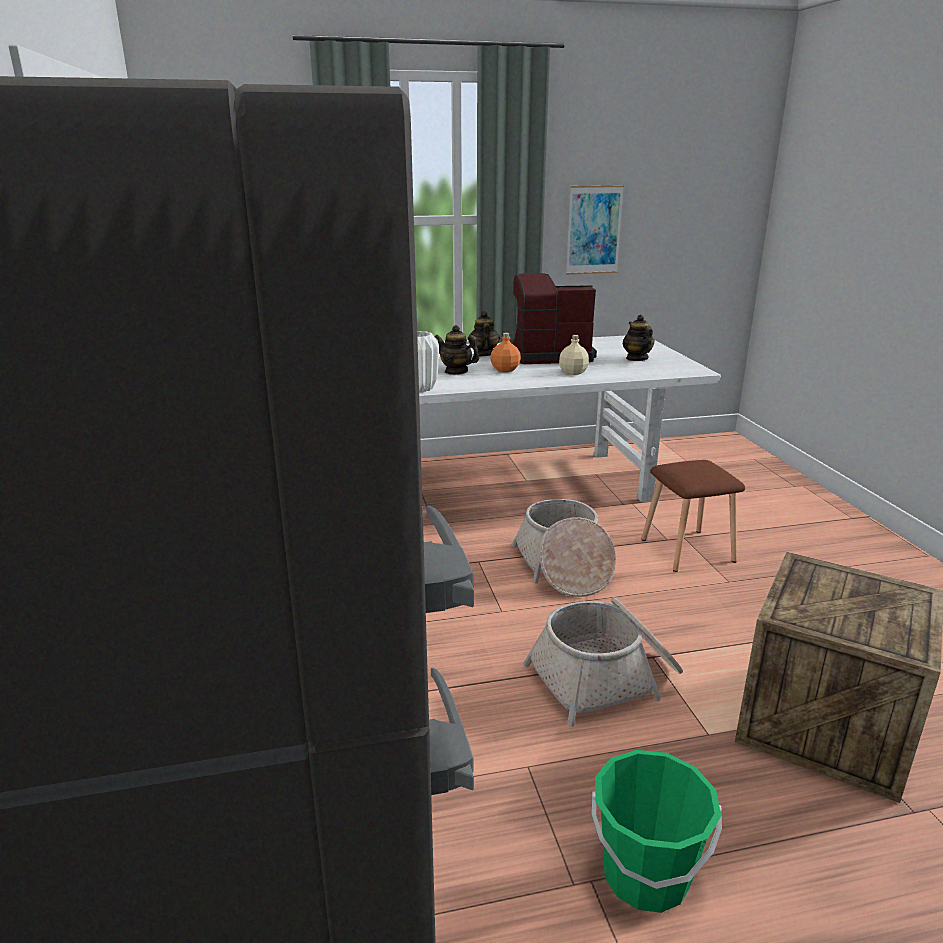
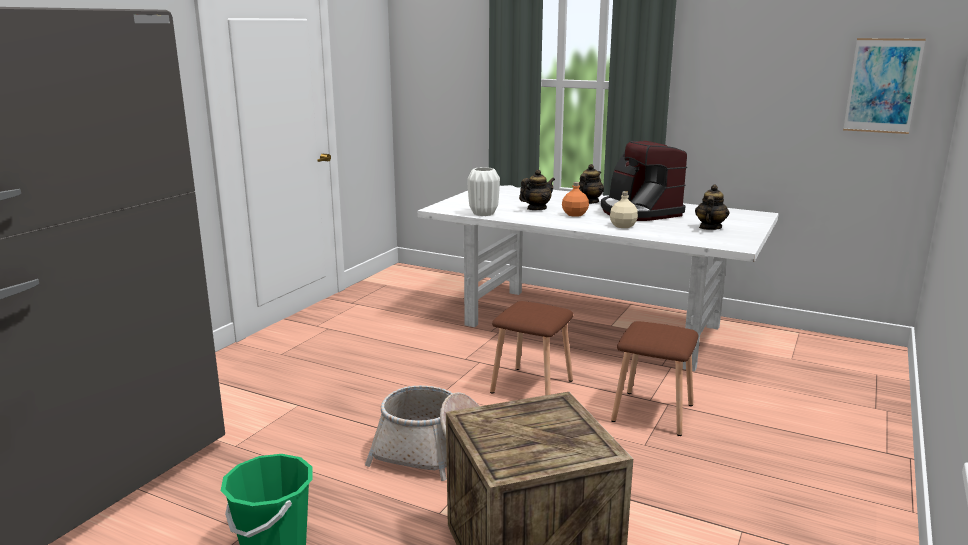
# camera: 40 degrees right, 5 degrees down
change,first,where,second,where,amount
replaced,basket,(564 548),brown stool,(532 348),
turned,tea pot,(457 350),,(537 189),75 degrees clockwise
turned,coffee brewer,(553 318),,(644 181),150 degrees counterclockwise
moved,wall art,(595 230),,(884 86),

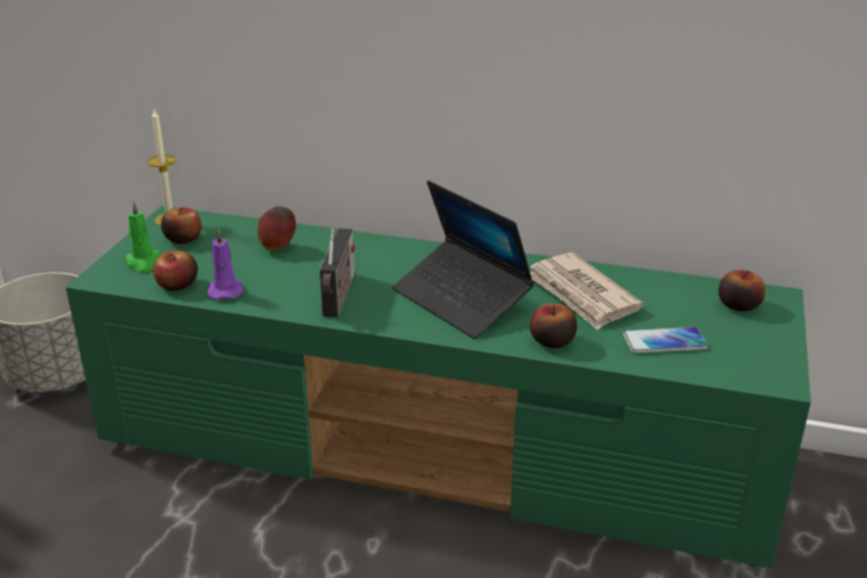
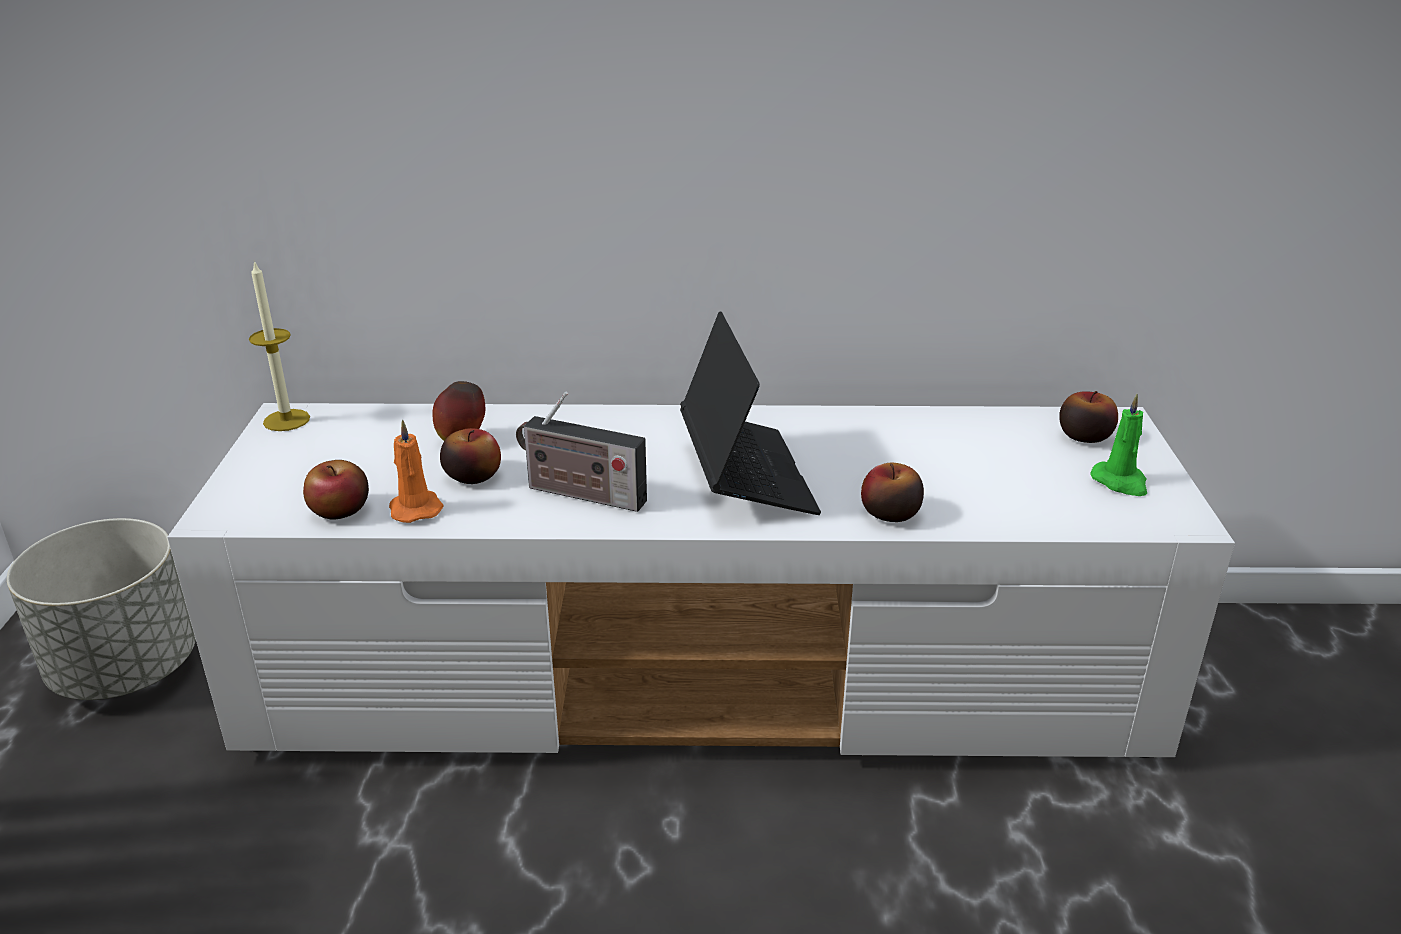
# camera: 15 degrees left, 0 degrees up
change,first,where,second,where,amount
recoloured,green-coloured tv unit,(438 387),white-coloured tv unit,(701 580),
recoloured,purple wax light,(225 264),orange-coloured wax light,(416 471),
moved,apple,(181 225),,(470 456),
turned,radio,(337 272),,(581 452),120 degrees clockwise
turned,laptop,(463 259),,(750 413),135 degrees counterclockwise
moved,green-coloured wax light,(142 236),,(1118 445),
removed,daily paper,(586 291),,,
removed,phone,(665 340),,,

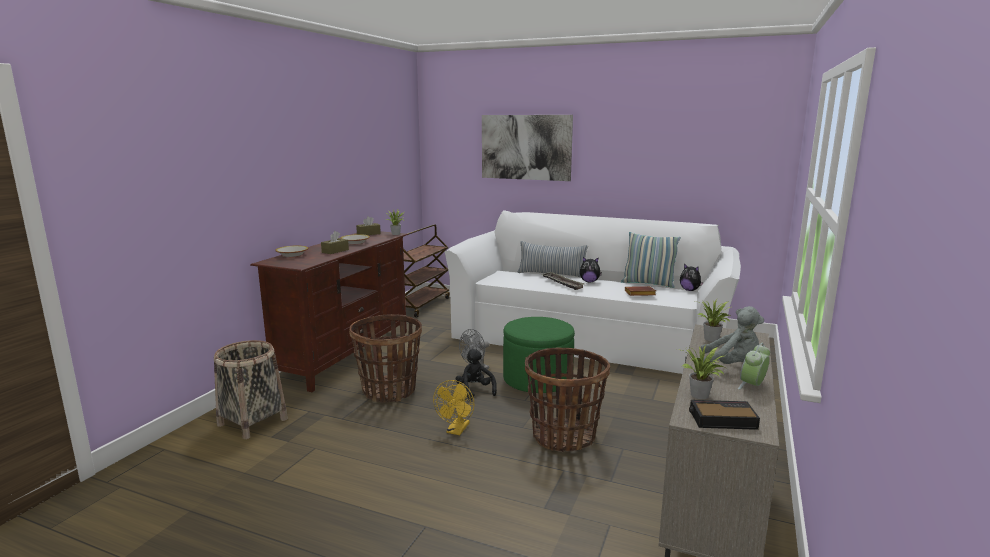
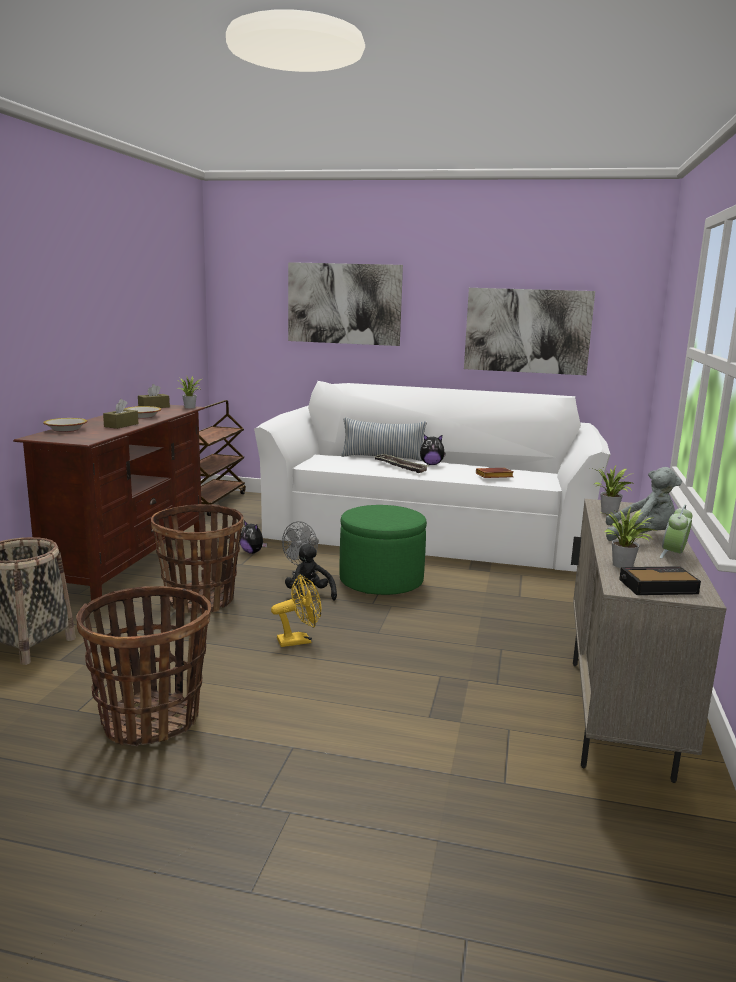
# camera: 10 degrees left, 0 degrees up
change,first,where,second,where,amount
moved,basket,(567 400),,(143 666),
moved,plush toy,(692 277),,(253 537),
turned,yellowish fan,(453 407),,(296 611),120 degrees counterclockwise
added,,,wall art,(529 331),
removed,throw pillow,(651 260),,,

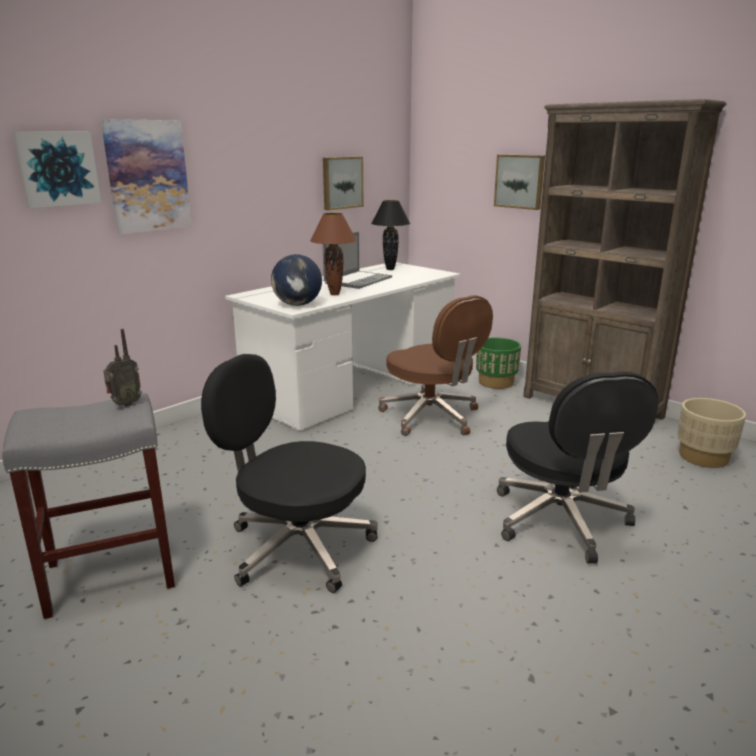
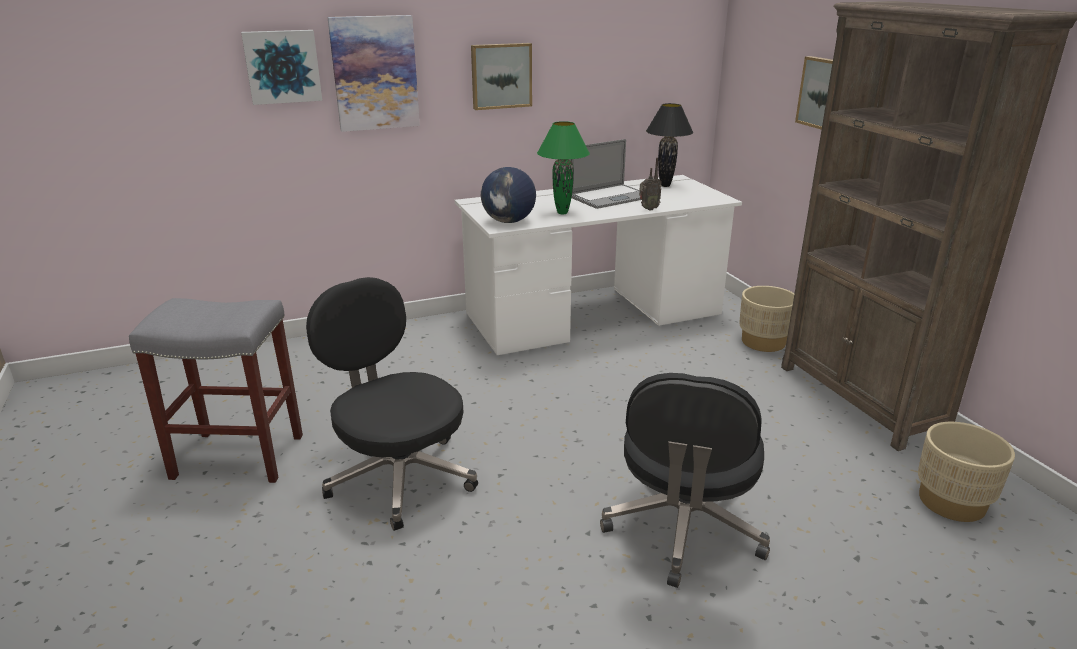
# camera: 25 degrees right, 5 degrees up
change,first,where,second,where,amount
moved,wall art,(343 183),,(501 76),
recoloured,brown table lamp,(333 254),green-coloured table lamp,(563 167),
moved,radio,(122 368),,(650 184),
recoloured,green-coloured plant pot,(498 363),beige plant pot,(766 319),
removed,brown desk chair,(435 365),,,

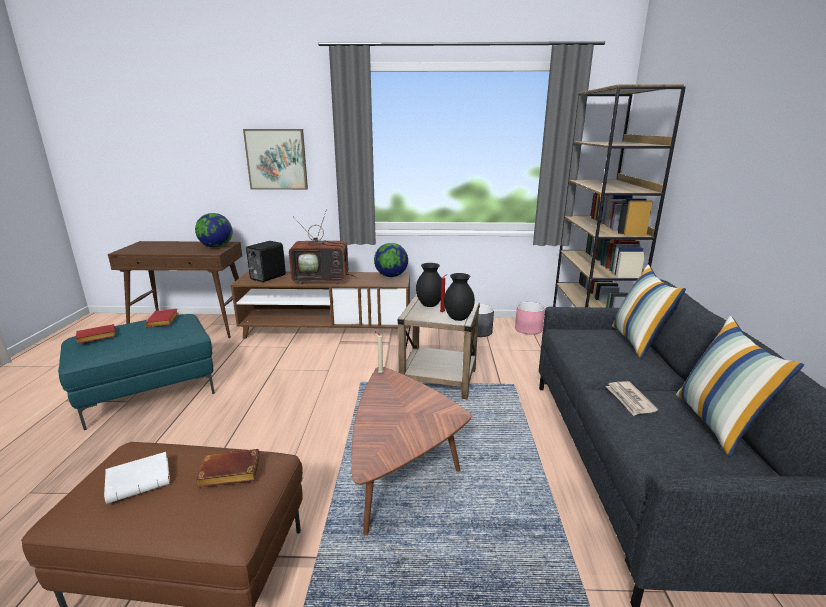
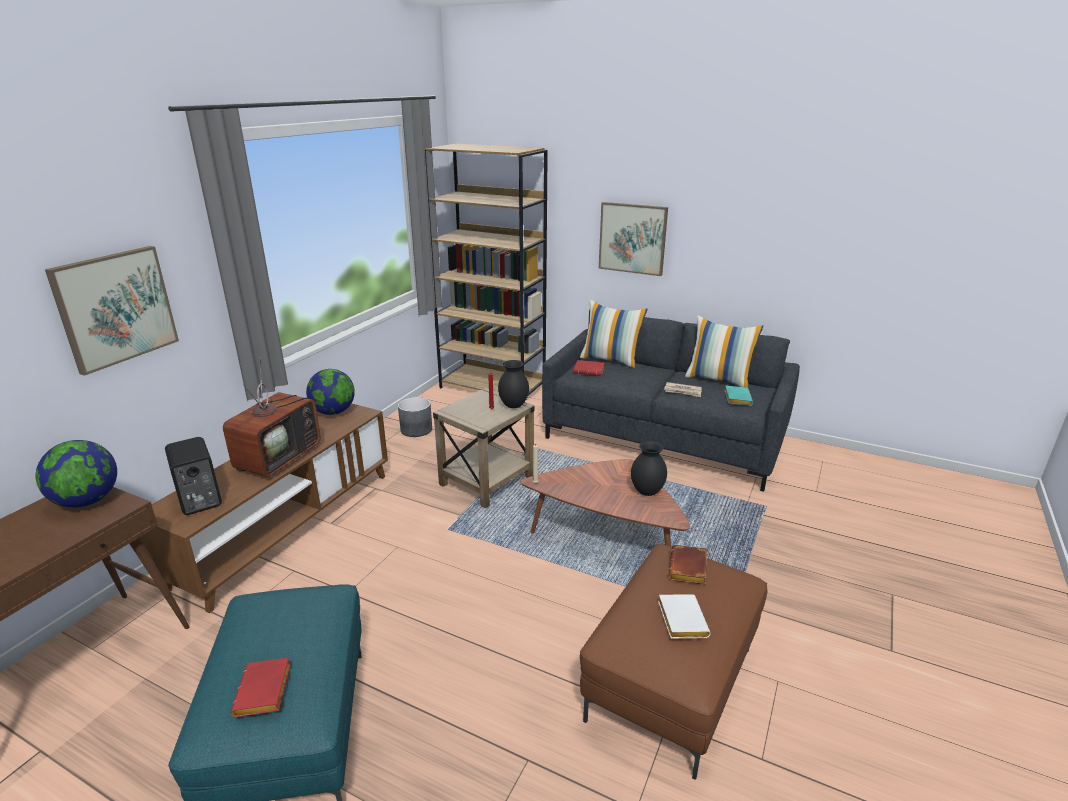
# camera: 65 degrees left, 5 degrees up
change,first,where,second,where,amount
moved,red volume,(161 318),,(589 368),
added,,,wall art,(633 239),
moved,black-coloured flower vase,(428 285),,(649 468),
added,,,turquoise volume,(739 395),
removed,pinkish plant pot,(530 318),,,

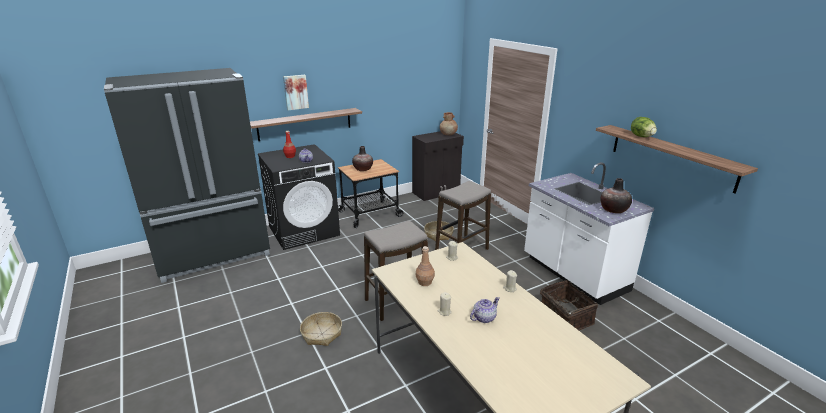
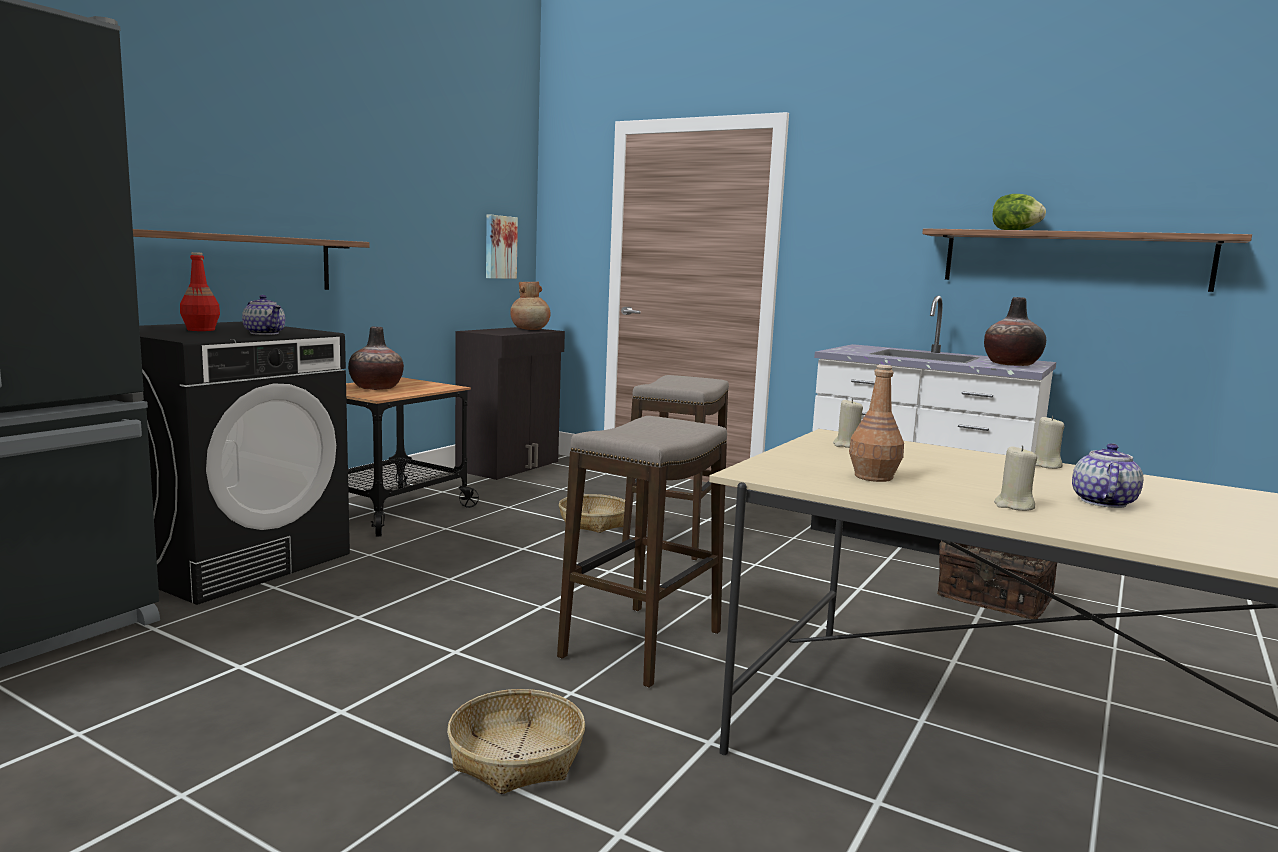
# camera: 30 degrees left, 15 degrees down
change,first,where,second,where,amount
moved,wall art,(296 92),,(502 247),

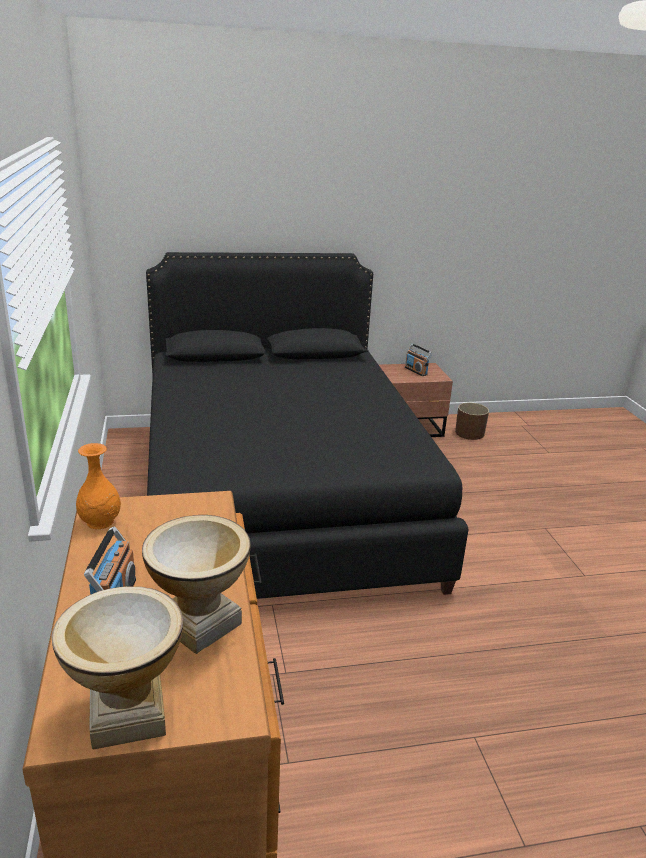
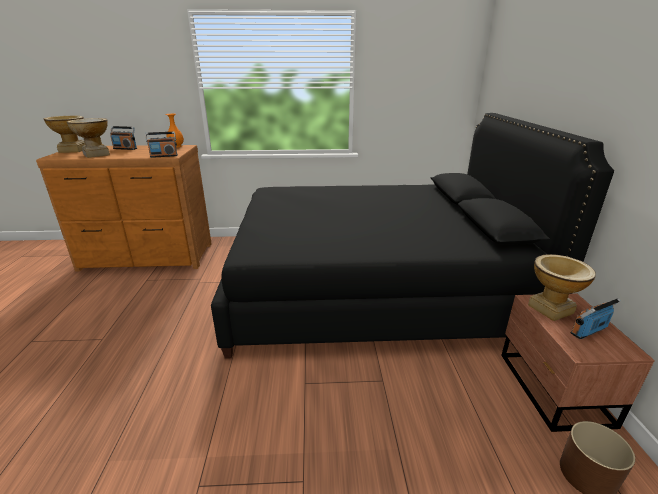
# camera: 100 degrees right, 0 degrees up
change,first,where,second,where,amount
added,,,radio,(161 145),
added,,,flower vase,(562 287),

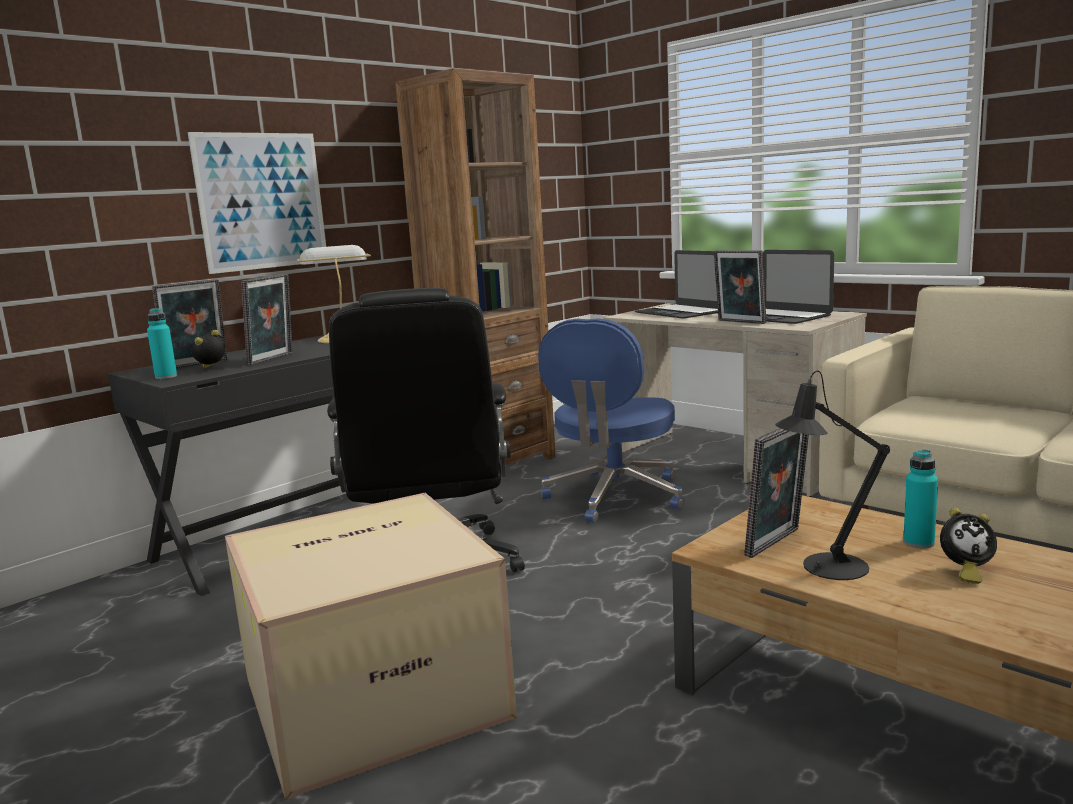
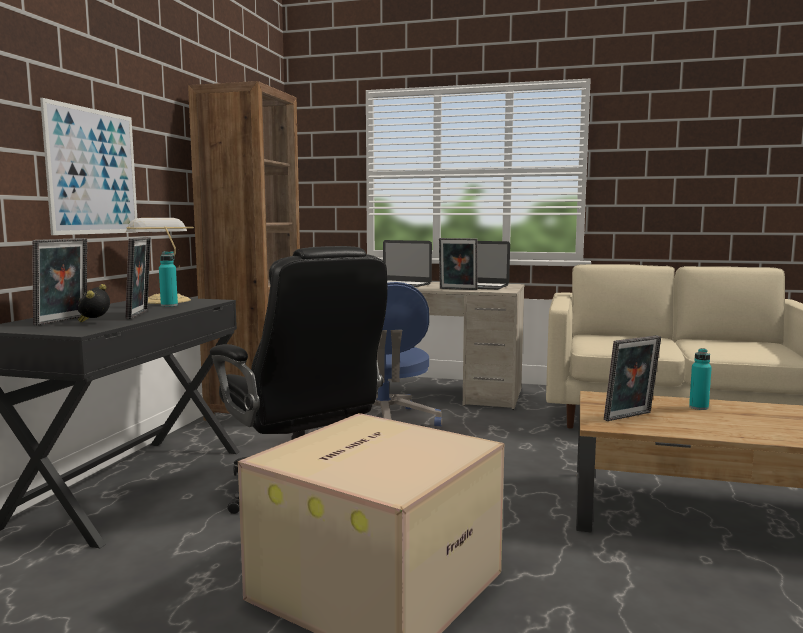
# camera: 30 degrees left, 5 degrees down
change,first,where,second,where,amount
moved,turquoise drink bottle,(162 343),,(168 279),
turned,photo frame,(776 493),,(632 378),45 degrees clockwise
removed,black-coloured table lamp,(832 475),,,
removed,table clock,(968 546),,,

